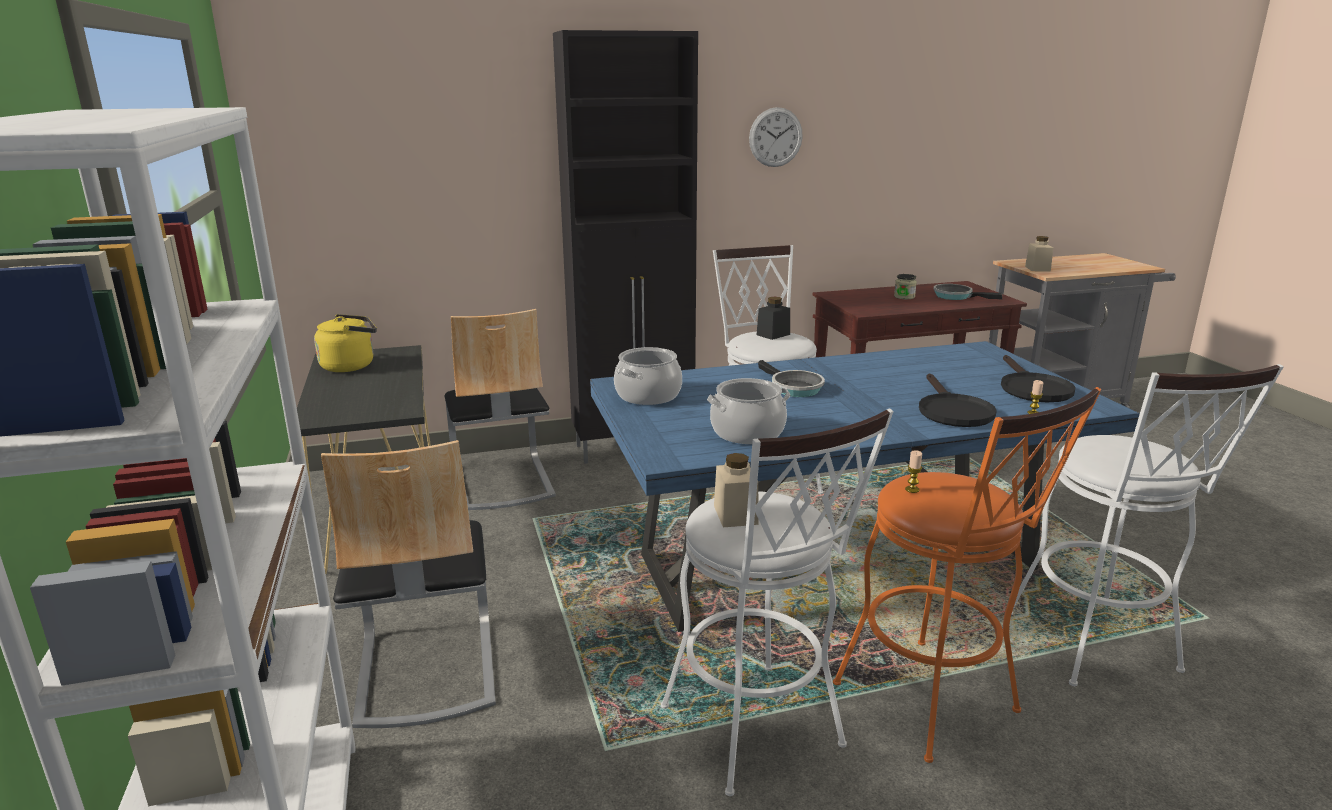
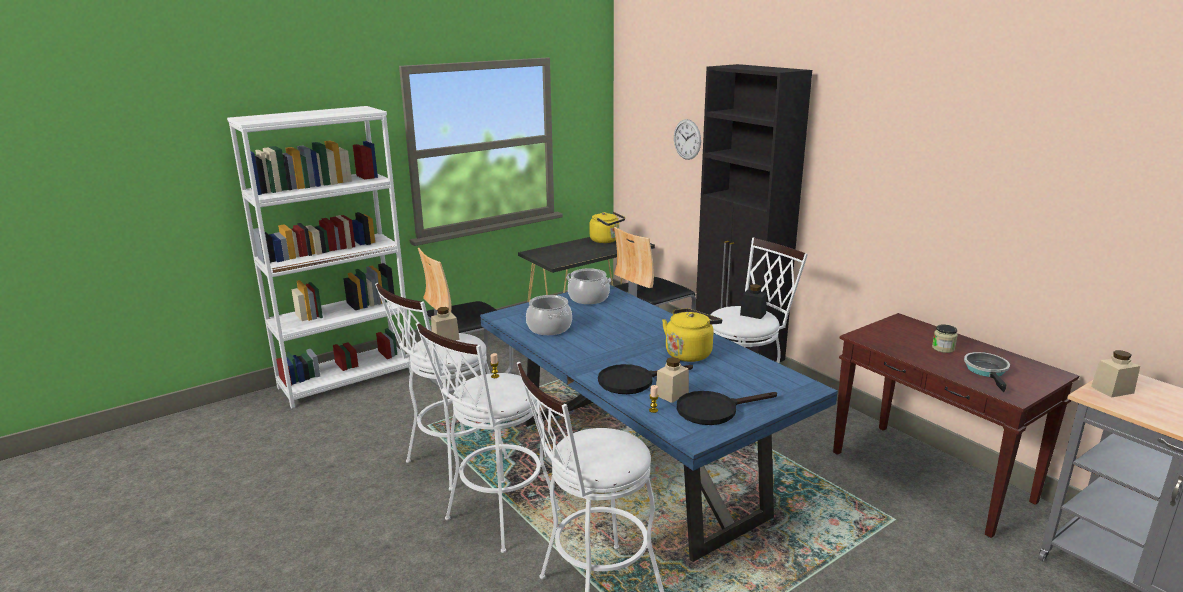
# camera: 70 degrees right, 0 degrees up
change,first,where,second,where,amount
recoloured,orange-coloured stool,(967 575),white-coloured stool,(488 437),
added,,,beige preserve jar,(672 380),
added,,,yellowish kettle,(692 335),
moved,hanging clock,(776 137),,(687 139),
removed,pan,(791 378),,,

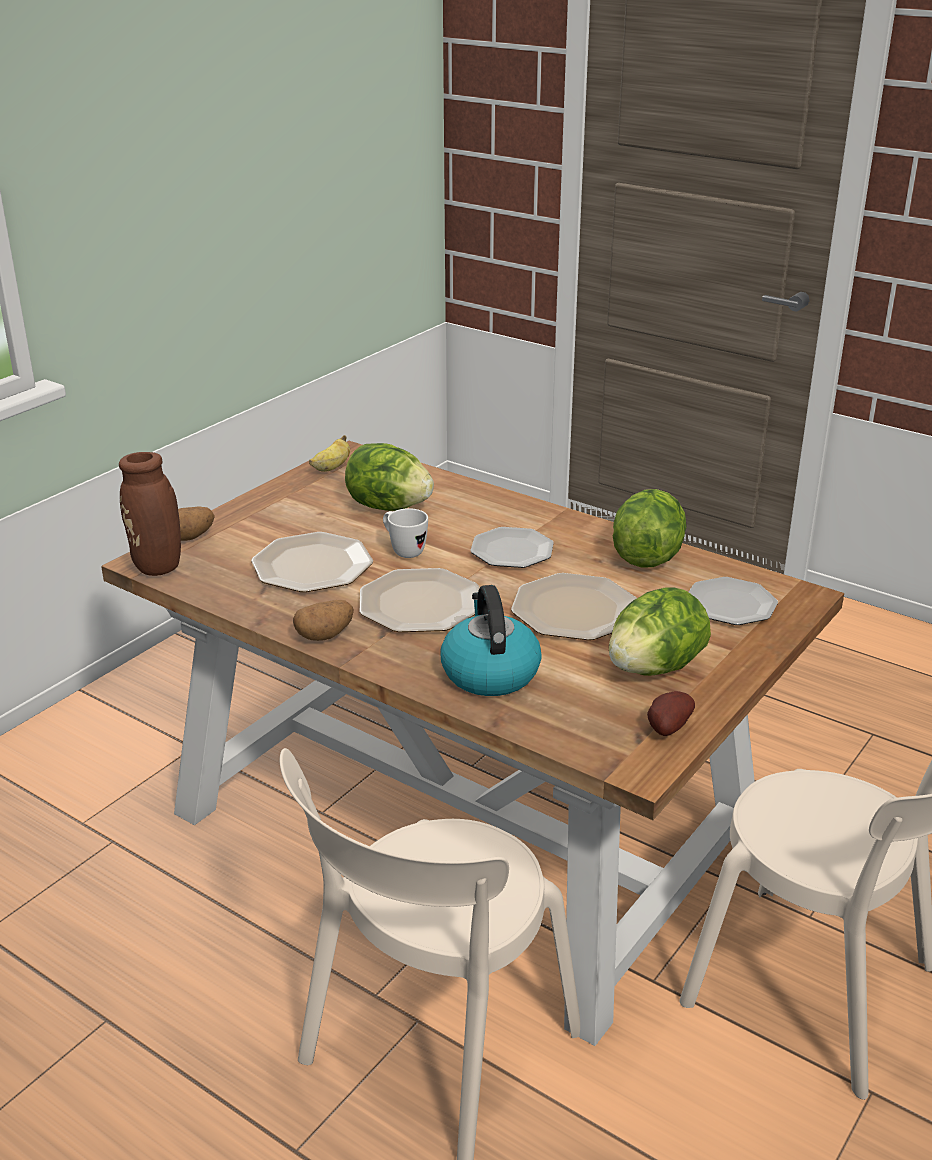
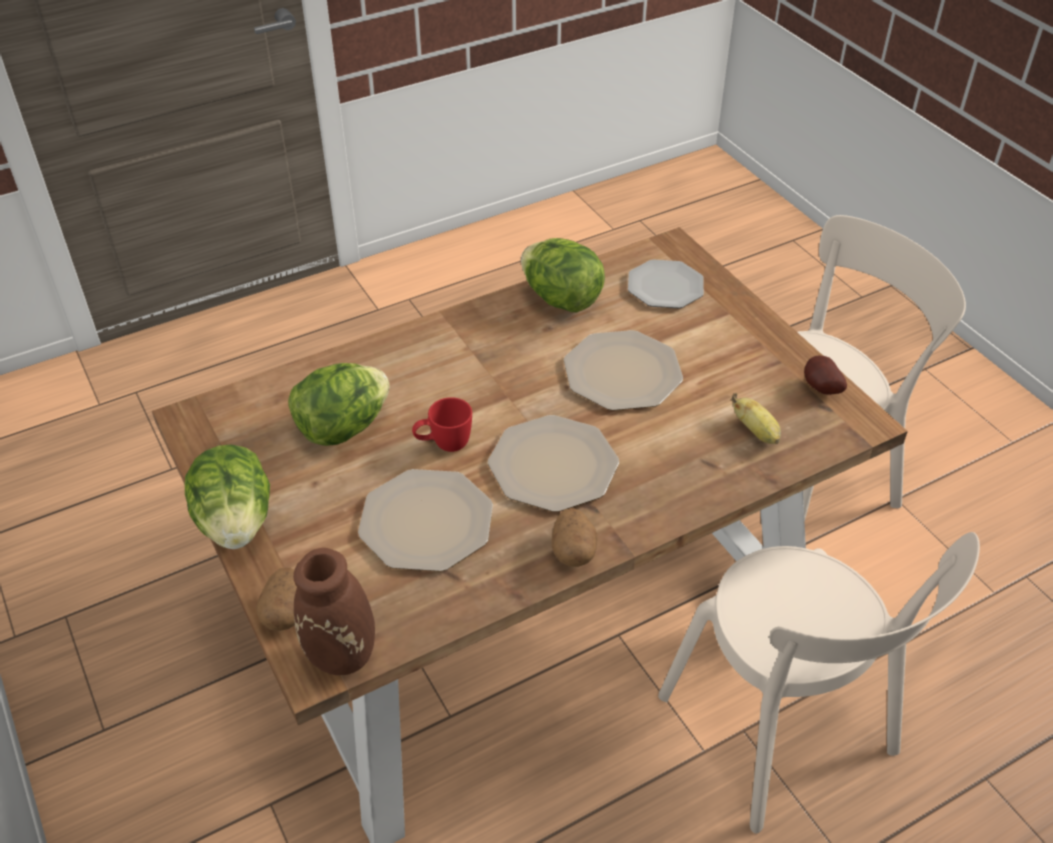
# camera: 65 degrees left, 15 degrees up
change,first,where,second,where,amount
moved,lettuce,(660 632),,(227 497),
recoloured,white-coloured tea mug,(405 533),red tea mug,(442 424),
moved,banana fruit,(329 453),,(756 418),
removed,kettle,(491 640),,,
removed,flat dish,(512 547),,,

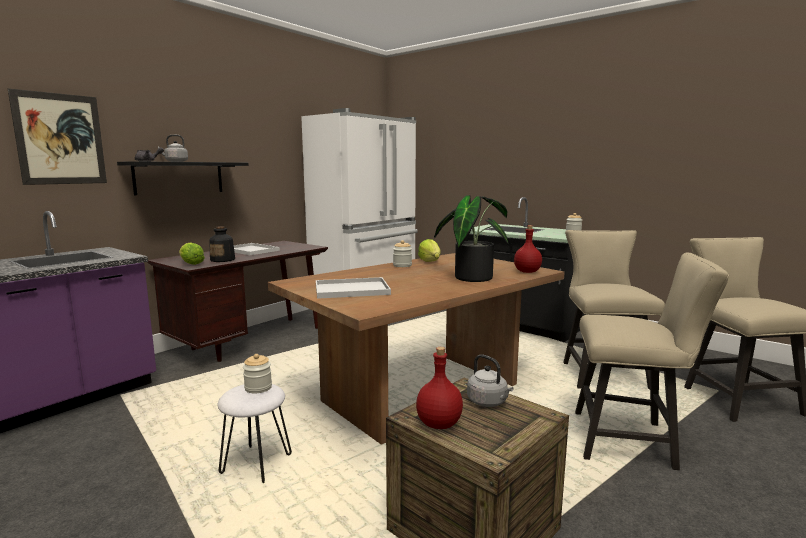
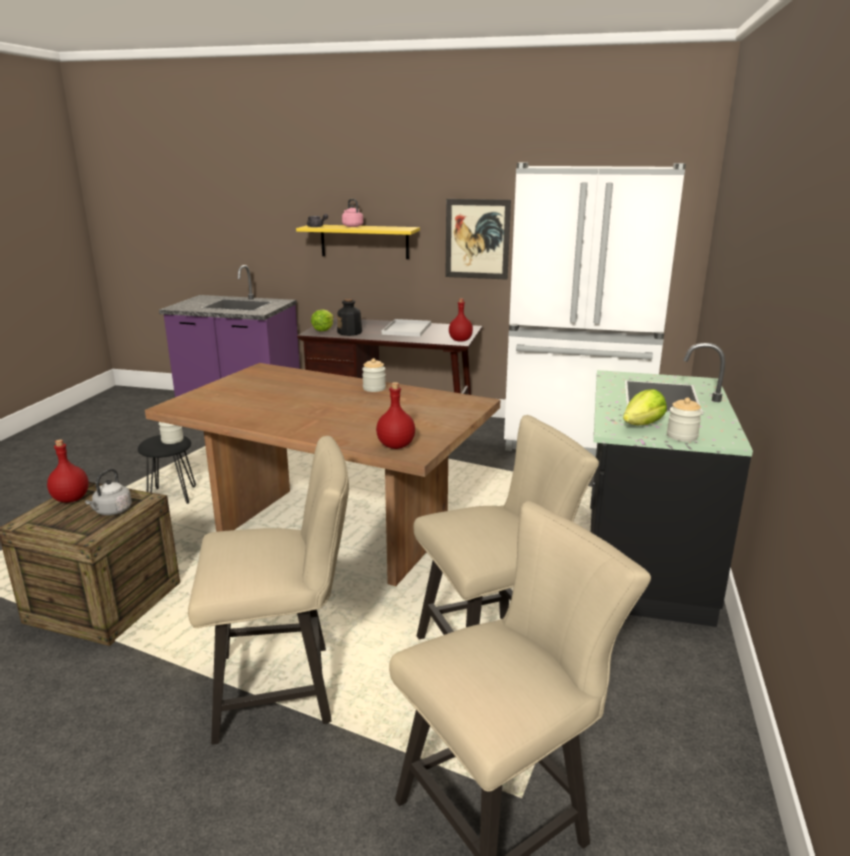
# camera: 65 degrees right, 10 degrees up
change,first,where,second,where,amount
recoloured,white-coloured stool,(255 433),black-coloured stool,(167 469),
turned,beige chair,(652 361),,(268 590),90 degrees counterclockwise
recoloured,black-coloured shelf,(183 178),yellowish shelf,(358 242),
recoloured,grey kettle,(173 148),pinkish kettle,(352 213),
moved,wall art,(57 136),,(478 239),
added,,,red drink bottle,(461 320),
moved,lettuce,(429 250),,(645 407),
removed,white-coloured serving tray,(353 288),,,
removed,plant in a pot,(471 238),,,

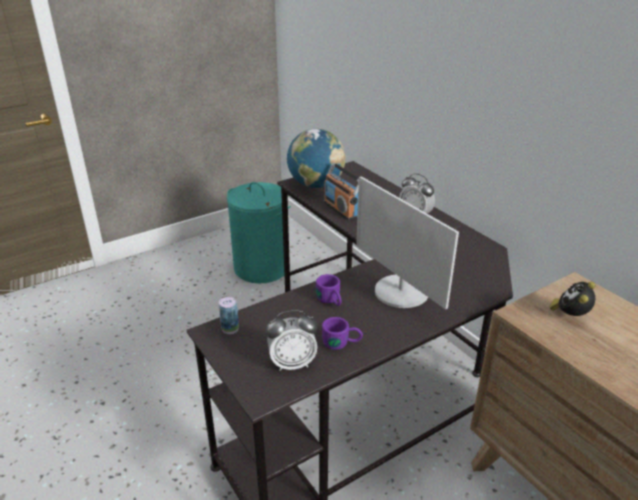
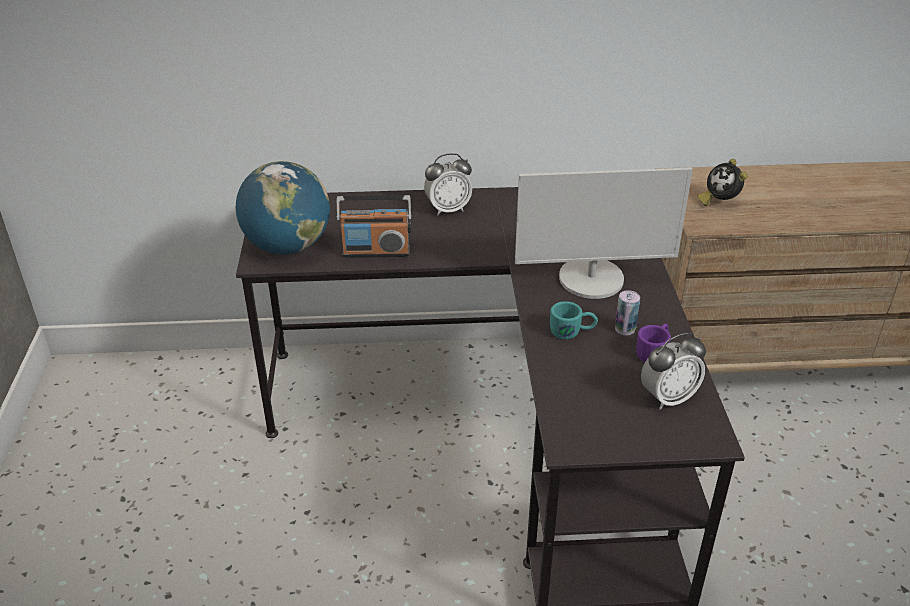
# camera: 60 degrees left, 5 degrees up
change,first,where,second,where,amount
recoloured,purple tea mug,(329 290),turquoise tea mug,(574 320),
moved,metal can,(229 315),,(627 312),
turned,table clock,(291 340),,(673 371),45 degrees clockwise
removed,turquoise laundry basket,(259 232),,,

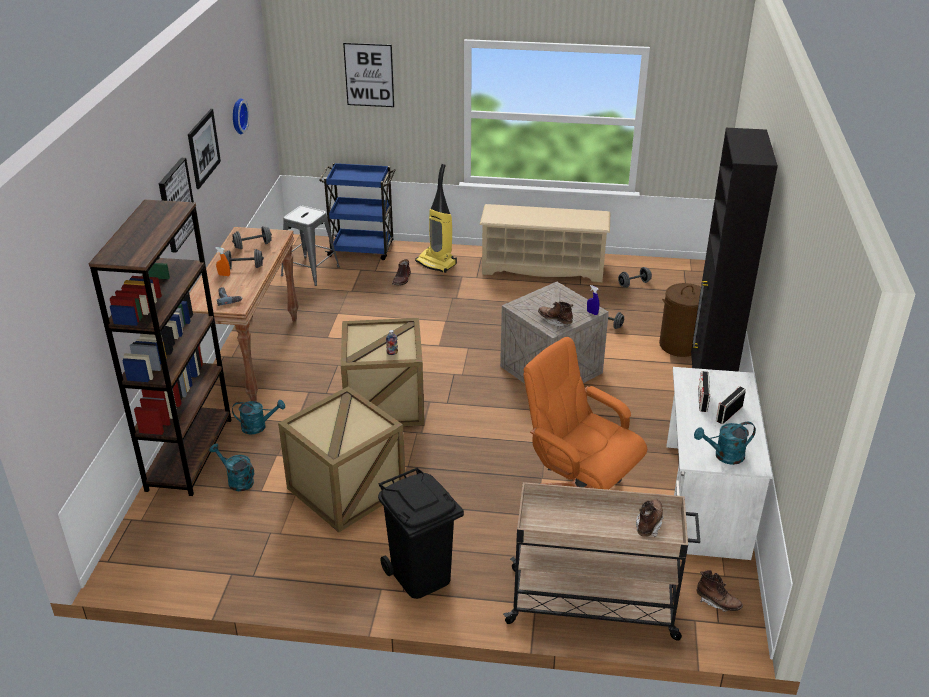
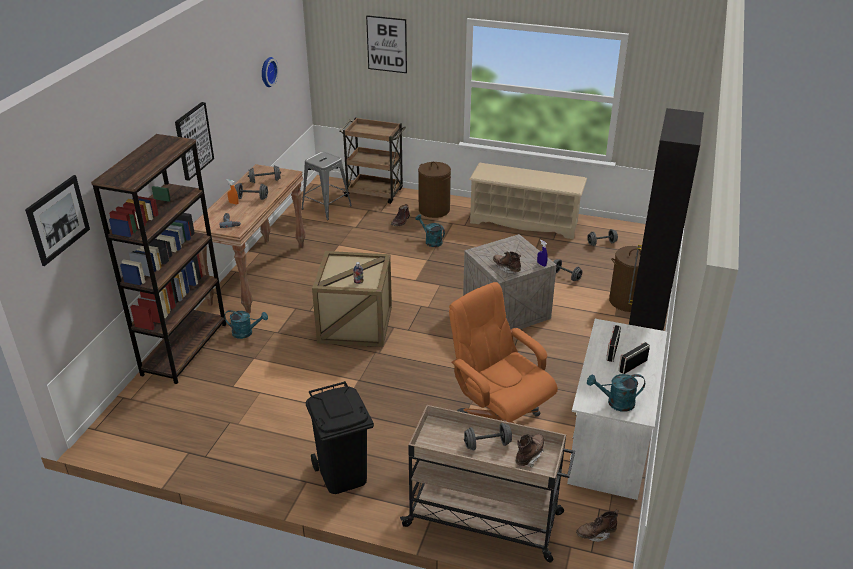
# camera: 10 degrees right, 0 degrees up
change,first,where,second,where,amount
moved,wall art,(204 149),,(57 220),
recoloured,bluish cart,(357 211),brown cart,(372 161),
moved,turquoise sprinkling can,(231 467),,(430 231),
replaced,hoover,(436 218),brown laundry basket,(434 190),
added,,,grey dumbbell,(488 437),
turned,brown tall boot,(720 591),,(597 526),120 degrees clockwise
removed,crate,(341 459),,,

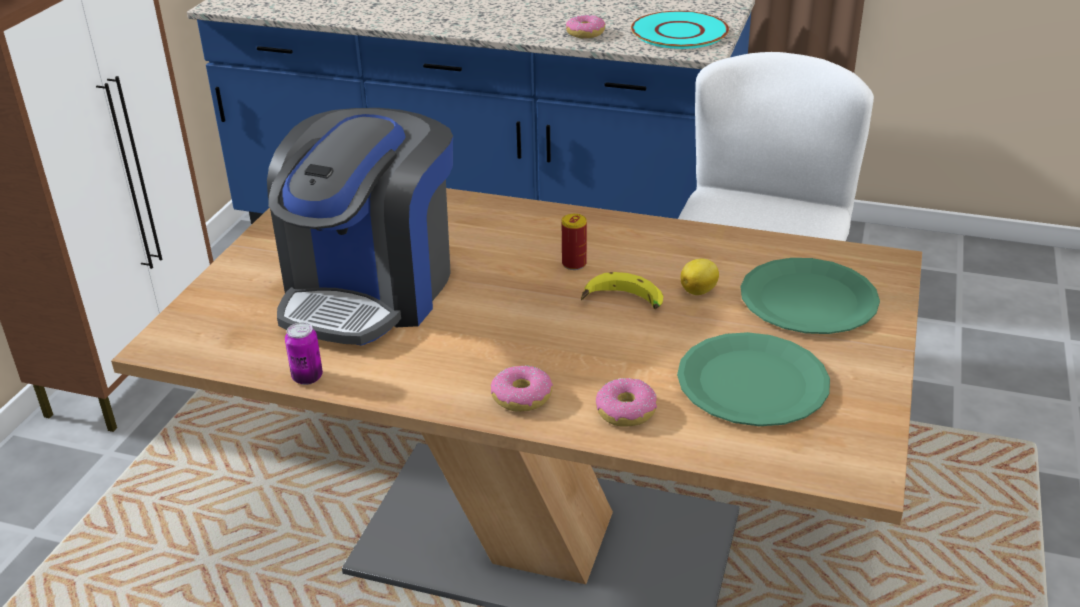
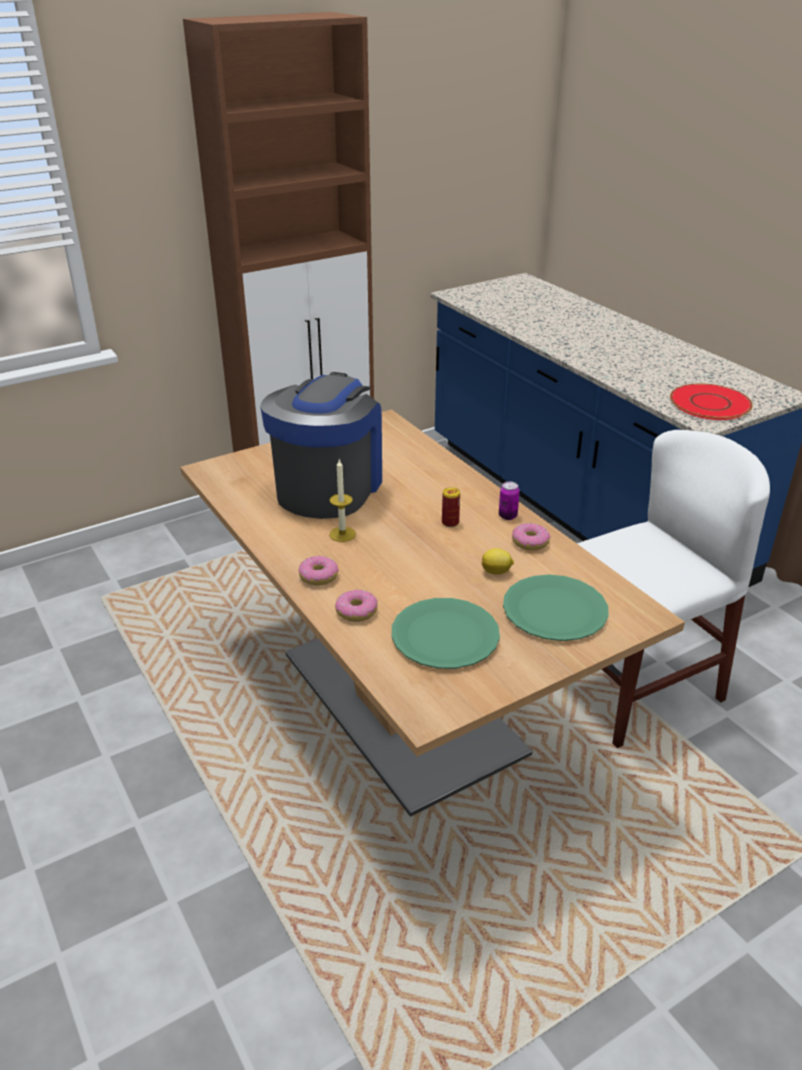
# camera: 40 degrees right, 0 degrees up
change,first,where,second,where,amount
turned,coffee brewer,(360 227),,(321 445),135 degrees clockwise
added,,,wax light,(342 500),
moved,metal can,(304 353),,(509 500),
moved,donut,(586 27),,(531 537),
recoloured,turquoise flat dish,(680 30),red flat dish,(711 401),
removed,banana fruit,(622 290),,,

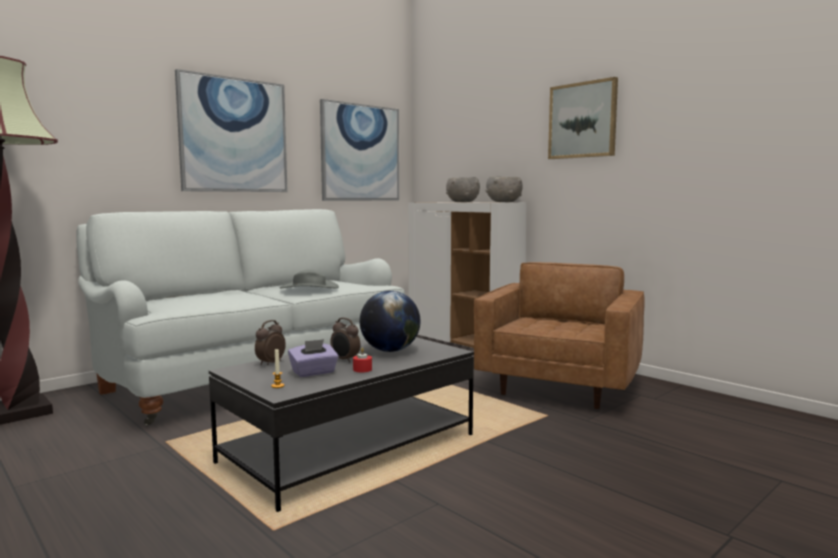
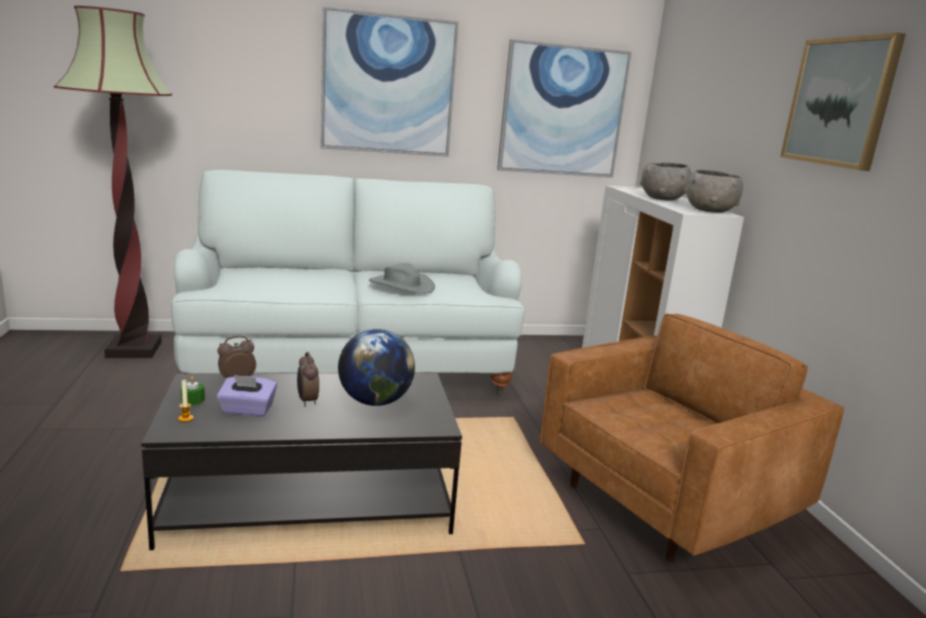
# camera: 30 degrees right, 10 degrees up
change,first,where,second,where,amount
added,,,green-coloured wax light,(193 390),
removed,red wax light,(362 360),,,

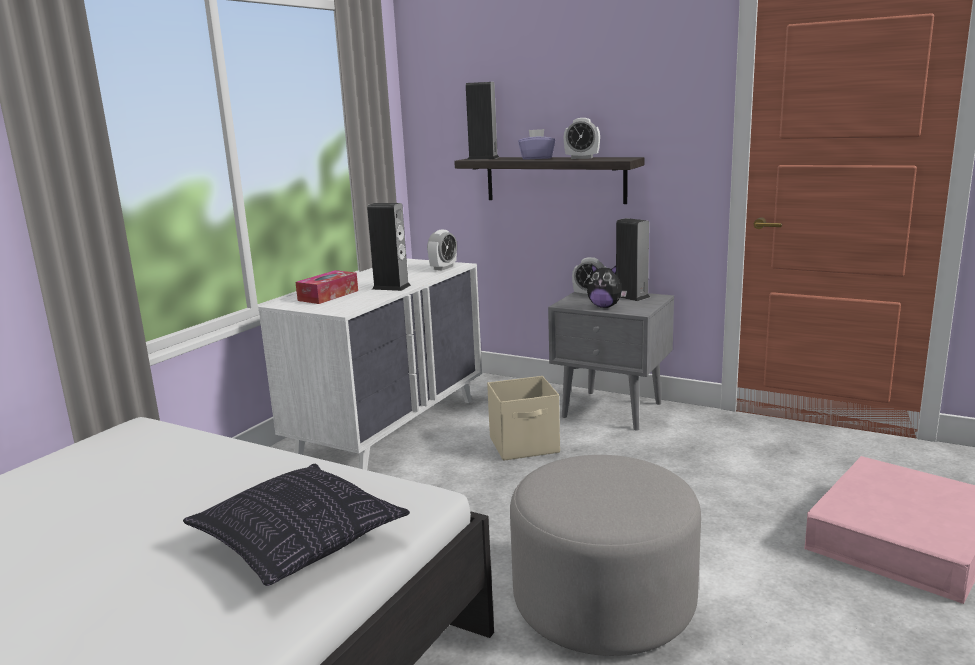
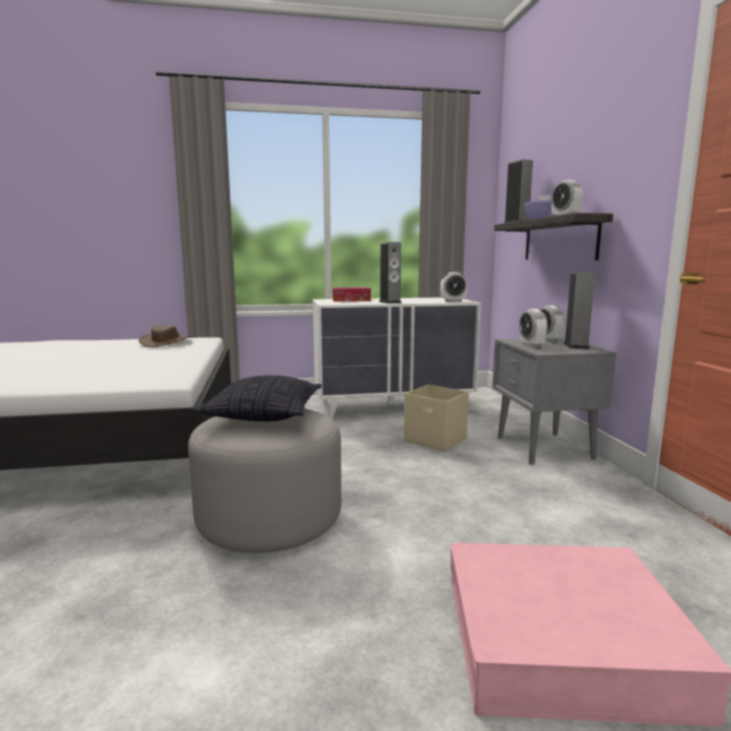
# camera: 50 degrees right, 5 degrees down
change,first,where,second,where,amount
added,,,brown hat,(166 336),
moved,throw pillow,(296 525),,(257 398),
replaced,plush toy,(607 286),table clock,(533 328),

